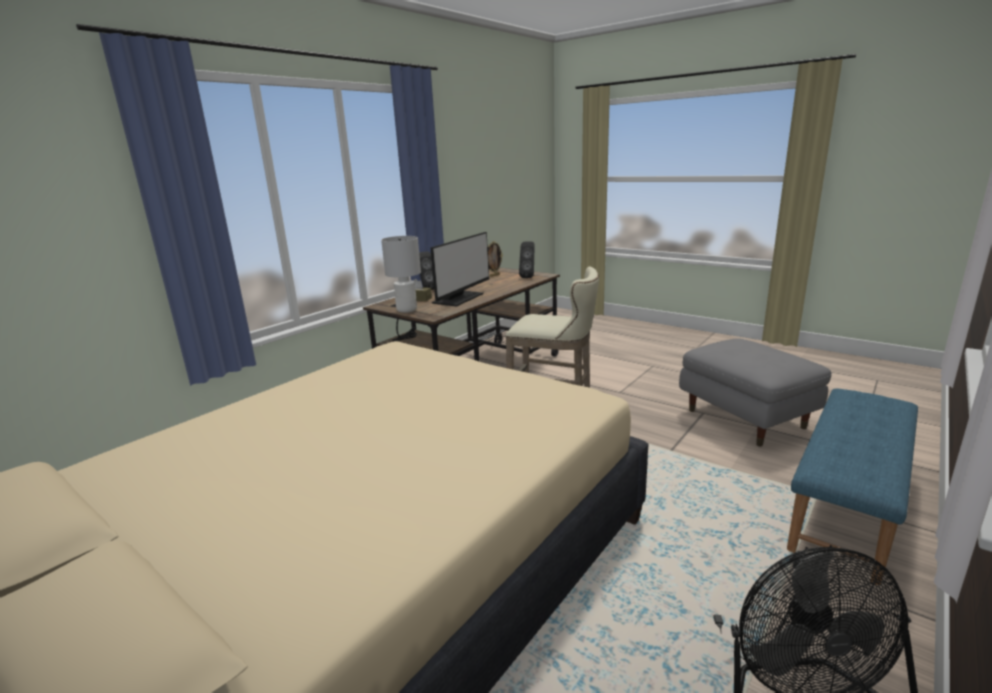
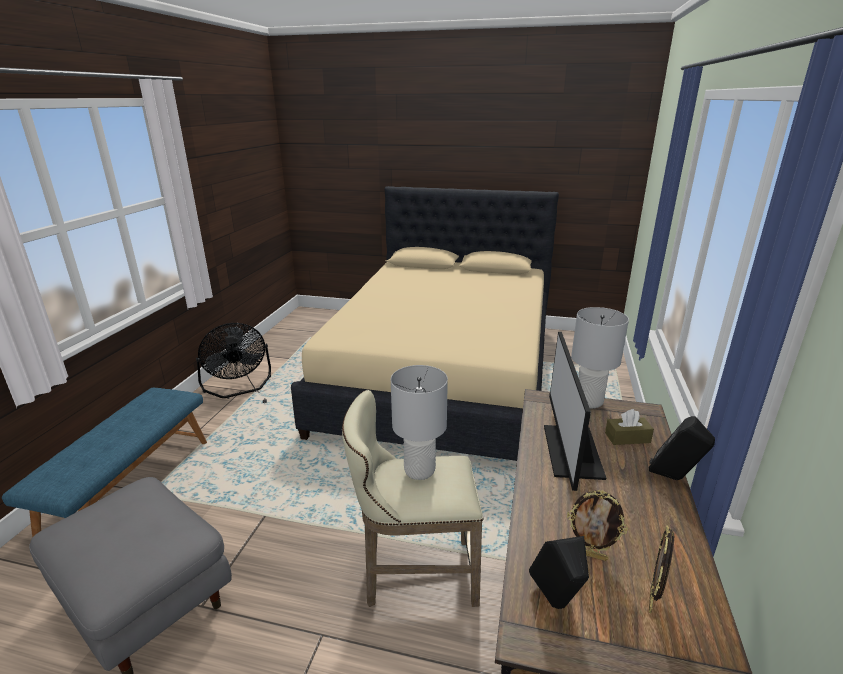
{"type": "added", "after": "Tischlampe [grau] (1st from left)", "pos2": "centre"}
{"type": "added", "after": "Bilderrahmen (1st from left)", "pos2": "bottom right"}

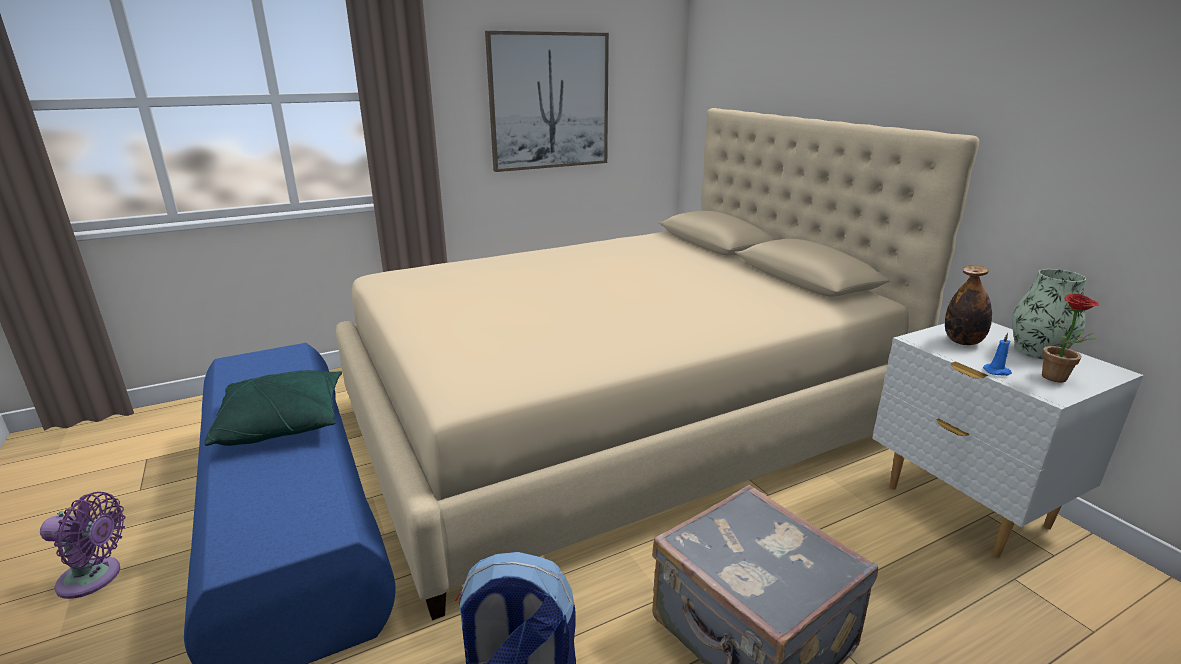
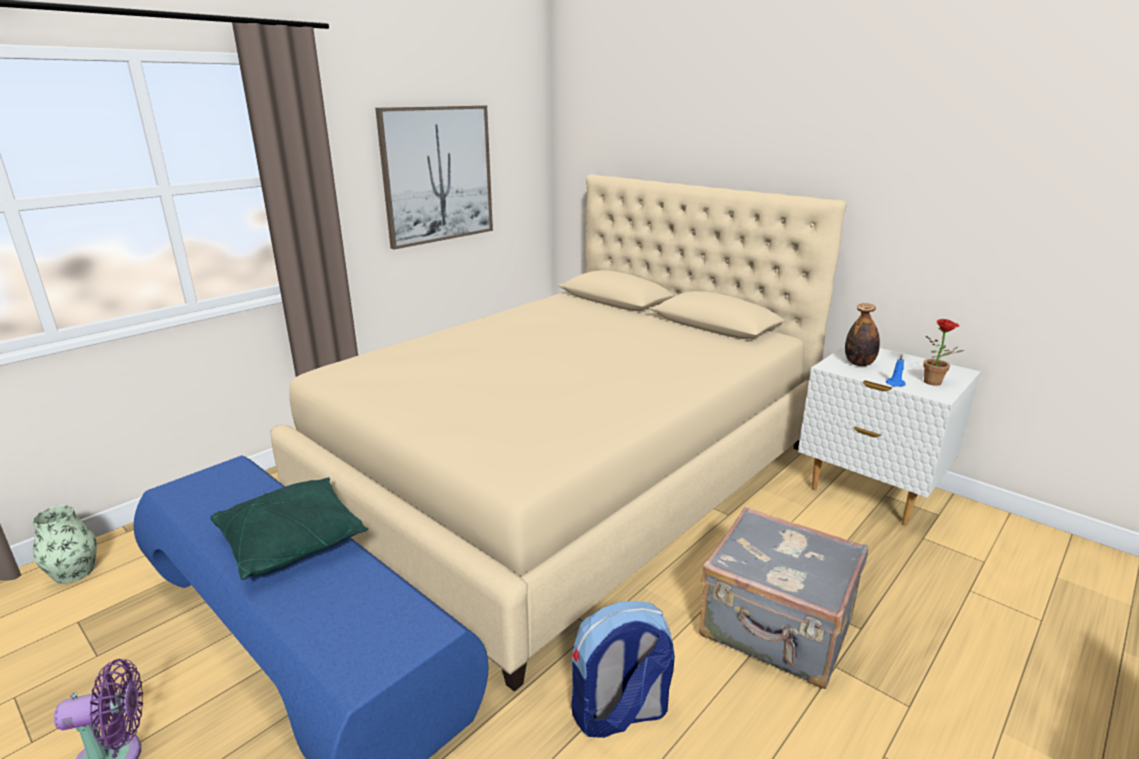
{"type": "moved", "before": "Vase", "pos1": "middle right", "pos2": "bottom left"}

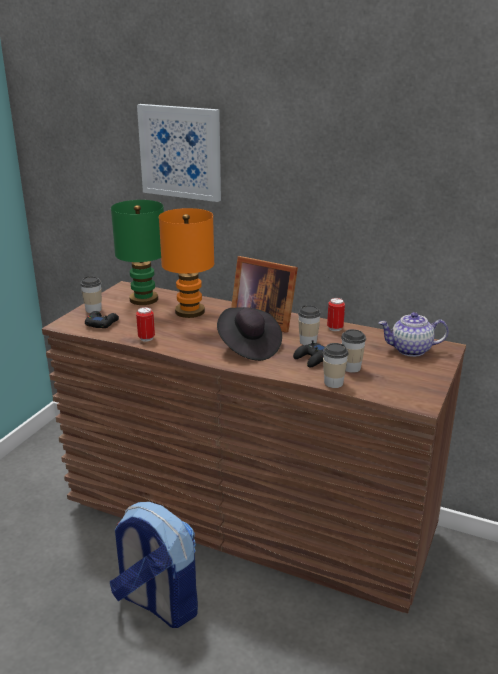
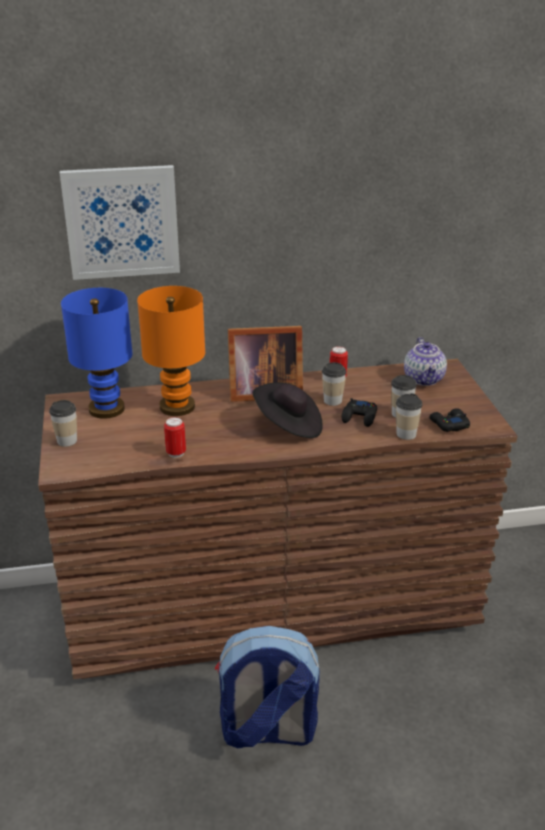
{"type": "recoloured", "before": "Tischlampe [grün]", "after": "Tischlampe [blau]", "pos1": "middle left", "pos2": "middle left"}
{"type": "turned", "before": "Teekanne", "pos1": "middle right", "pos2": "middle right", "turn": -60}
{"type": "moved", "before": "Gamepad [schwarz] (1st from left in the first image)", "after": "Gamepad [schwarz] (2nd from left)", "pos1": "middle left", "pos2": "middle right"}

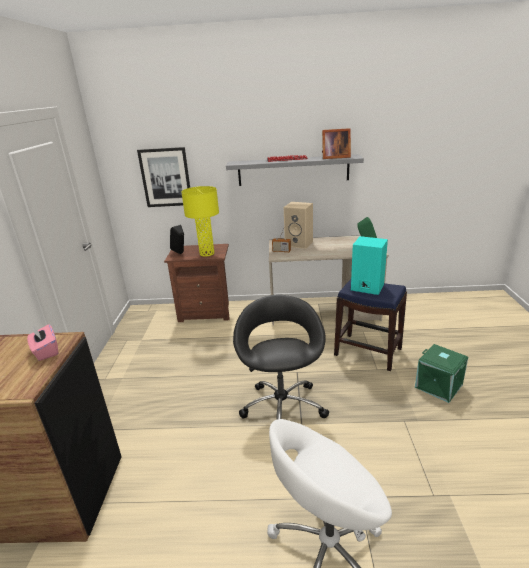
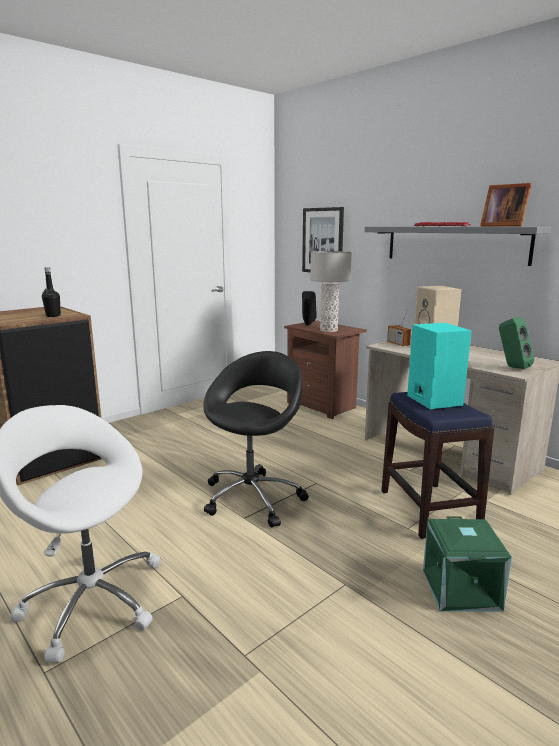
{"type": "replaced", "before": "Taschentuchbox [rosa]", "after": "Flasche [schwarz]", "pos1": "middle left", "pos2": "middle left"}
{"type": "recoloured", "before": "Tischlampe [gelb]", "after": "Tischlampe [weiß]", "pos1": "centre", "pos2": "centre"}

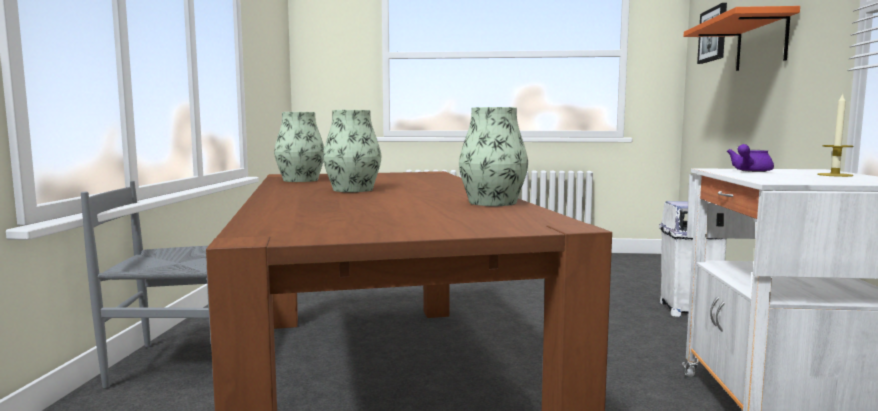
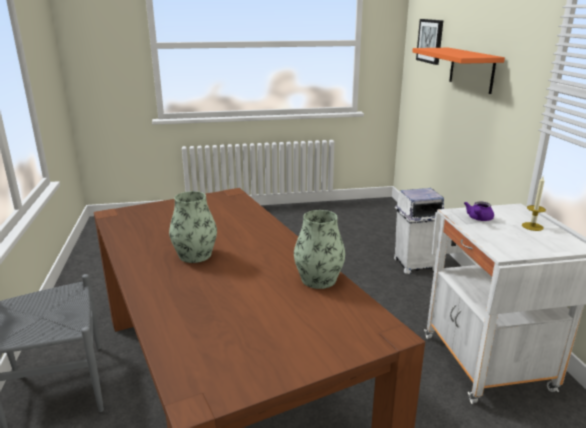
{"type": "removed", "before": "Vase (1st from left)", "pos1": "centre"}

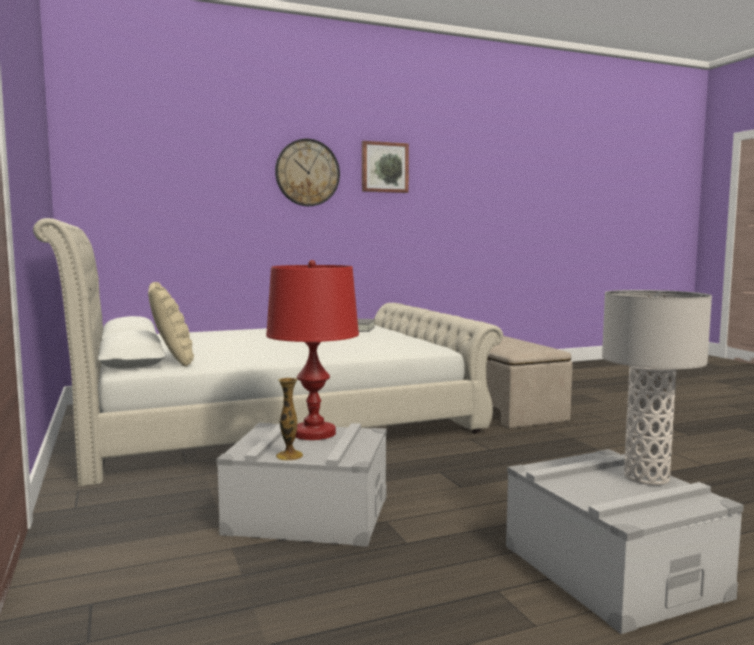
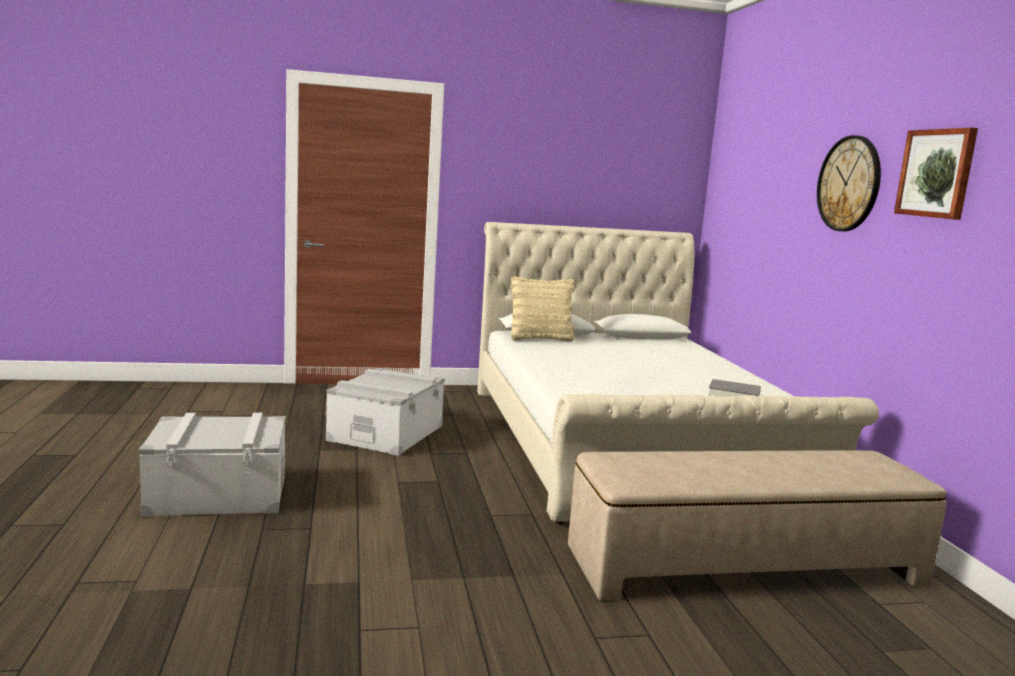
{"type": "removed", "before": "Tischlampe [rot]", "pos1": "centre"}
{"type": "removed", "before": "Vase", "pos1": "centre"}
{"type": "removed", "before": "Tischlampe [weiß]", "pos1": "middle right"}

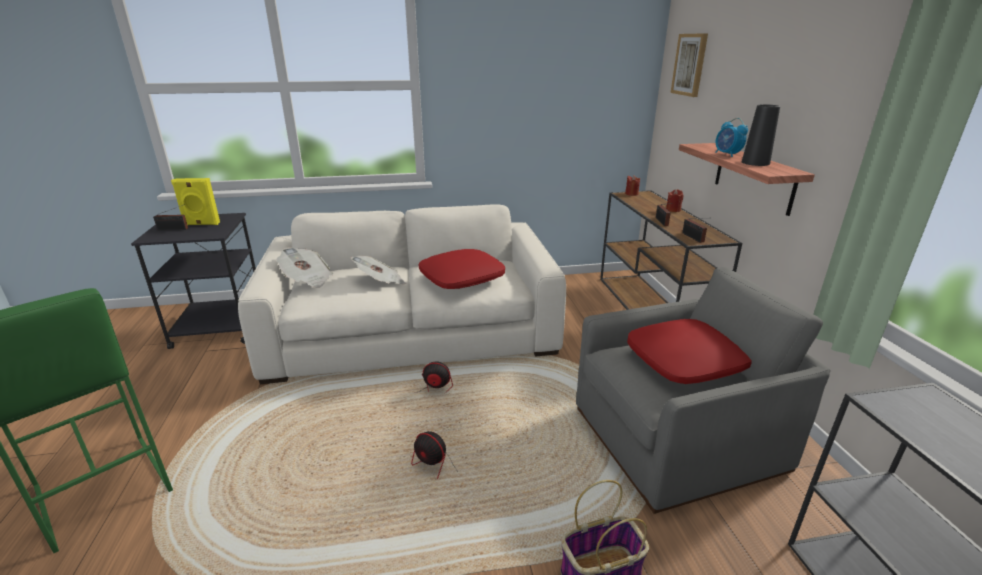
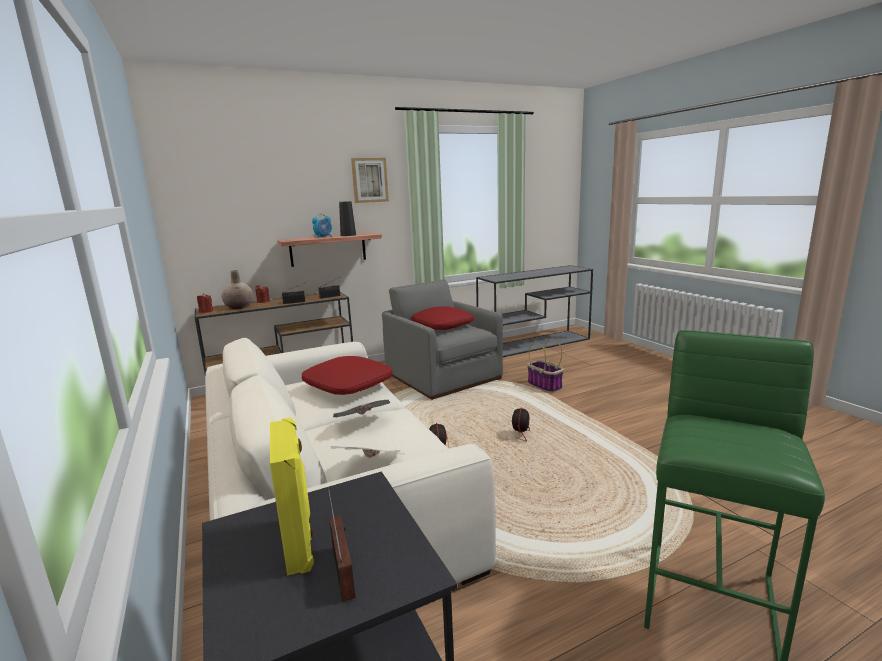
{"type": "added", "after": "Vase [beige]", "pos2": "middle left"}
{"type": "moved", "before": "Bild", "pos1": "top right", "pos2": "top centre"}

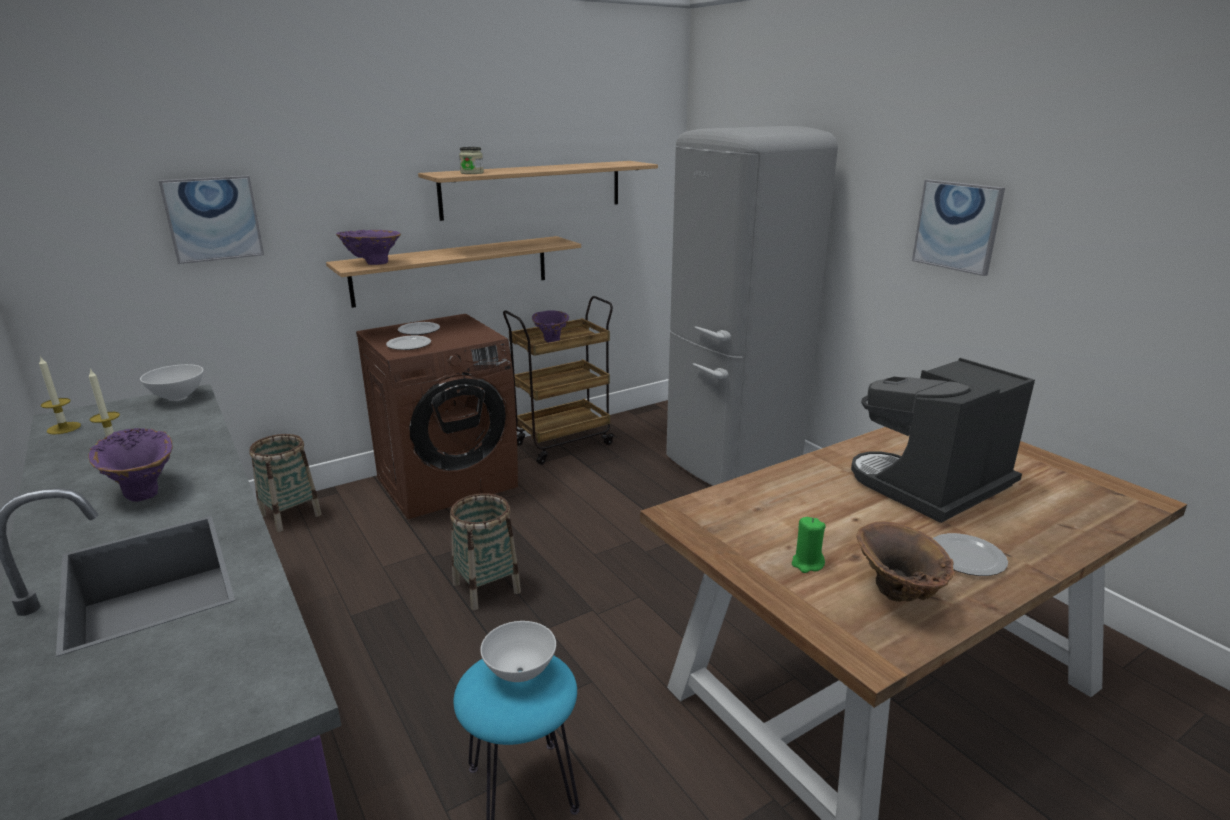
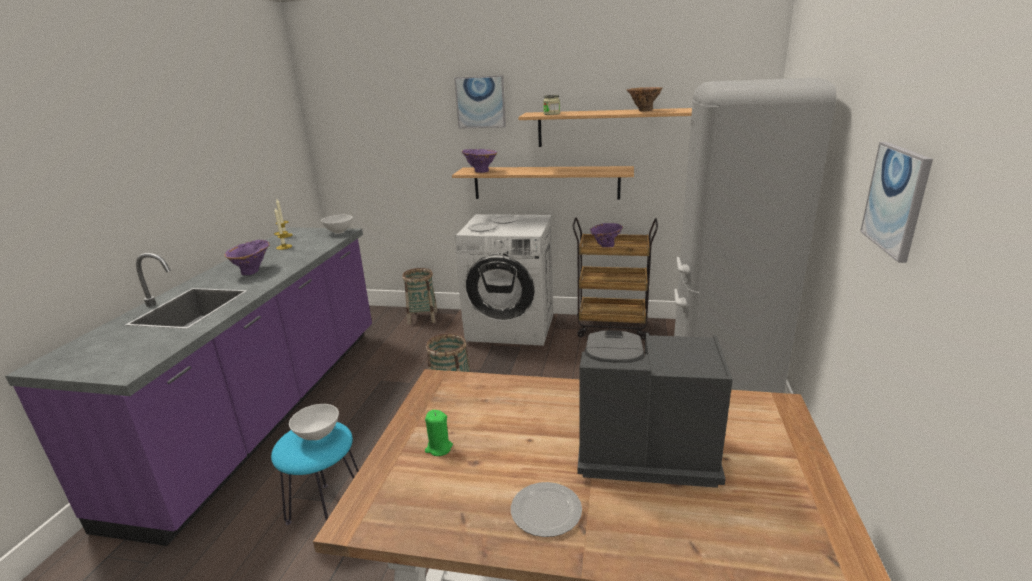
{"type": "moved", "before": "Bild (1st from left)", "pos1": "top left", "pos2": "top centre"}
{"type": "recoloured", "before": "Waschmaschine [braun]", "after": "Waschmaschine [weiß]", "pos1": "centre", "pos2": "centre"}
{"type": "moved", "before": "Vase [braun]", "pos1": "bottom right", "pos2": "top centre"}

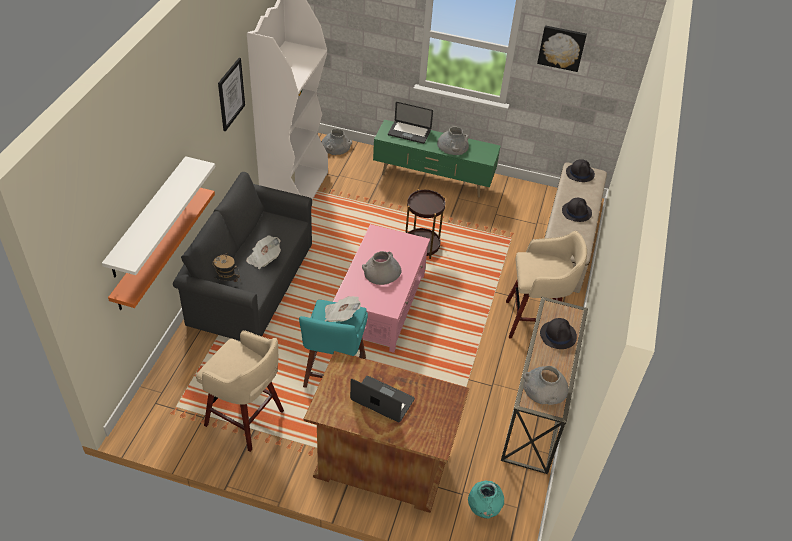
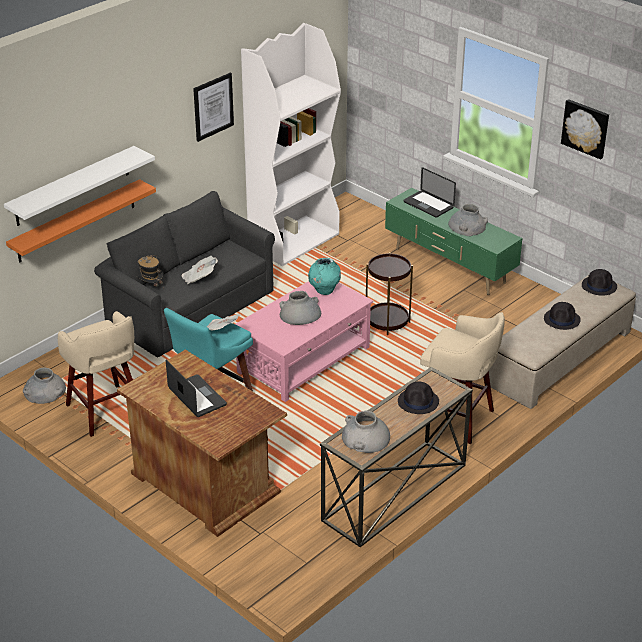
{"type": "moved", "before": "Vase [grau] (1st from left)", "pos1": "top centre", "pos2": "middle left"}
{"type": "moved", "before": "Vase [türkis]", "pos1": "bottom centre", "pos2": "centre"}

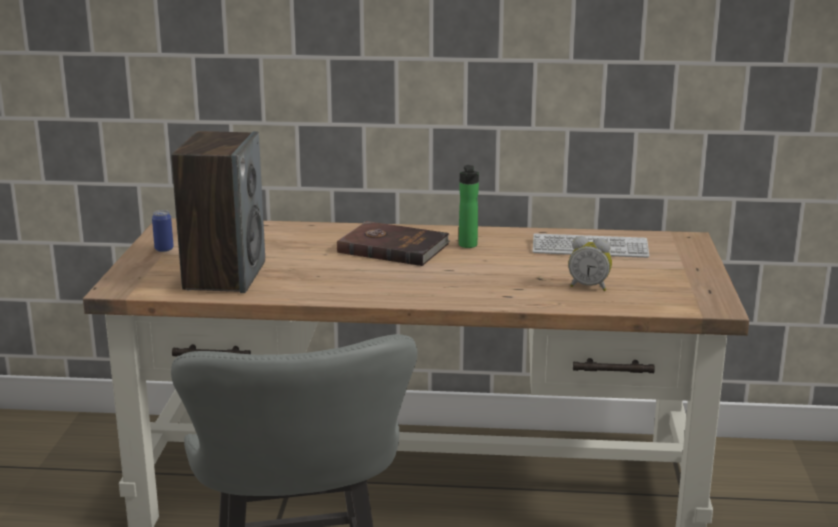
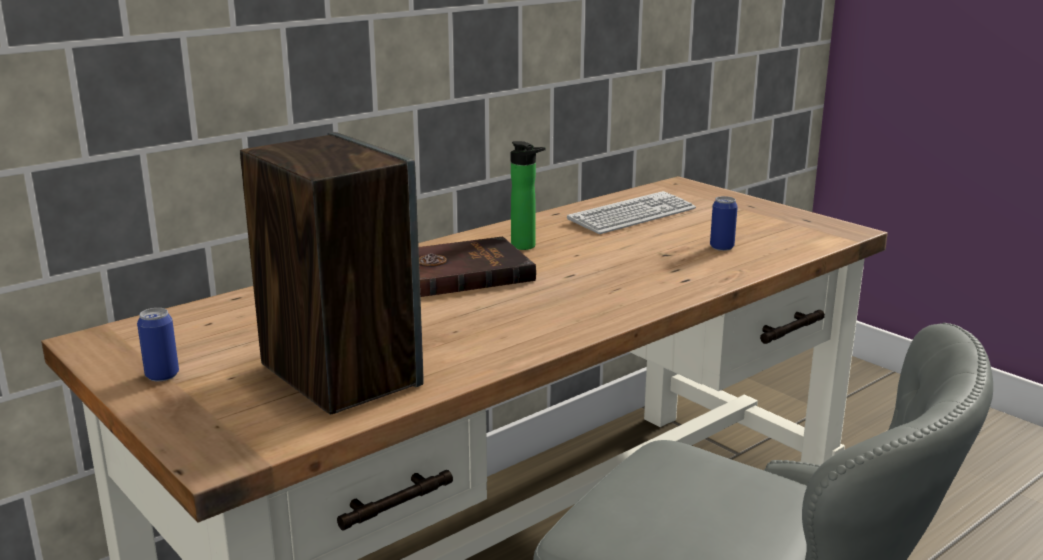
{"type": "replaced", "before": "Wecker", "after": "Dose (2nd from left)", "pos1": "middle right", "pos2": "middle right"}

